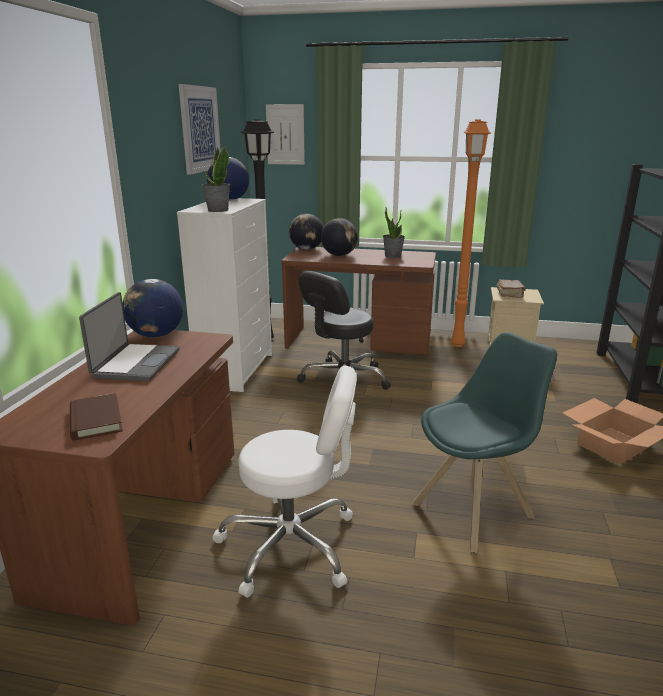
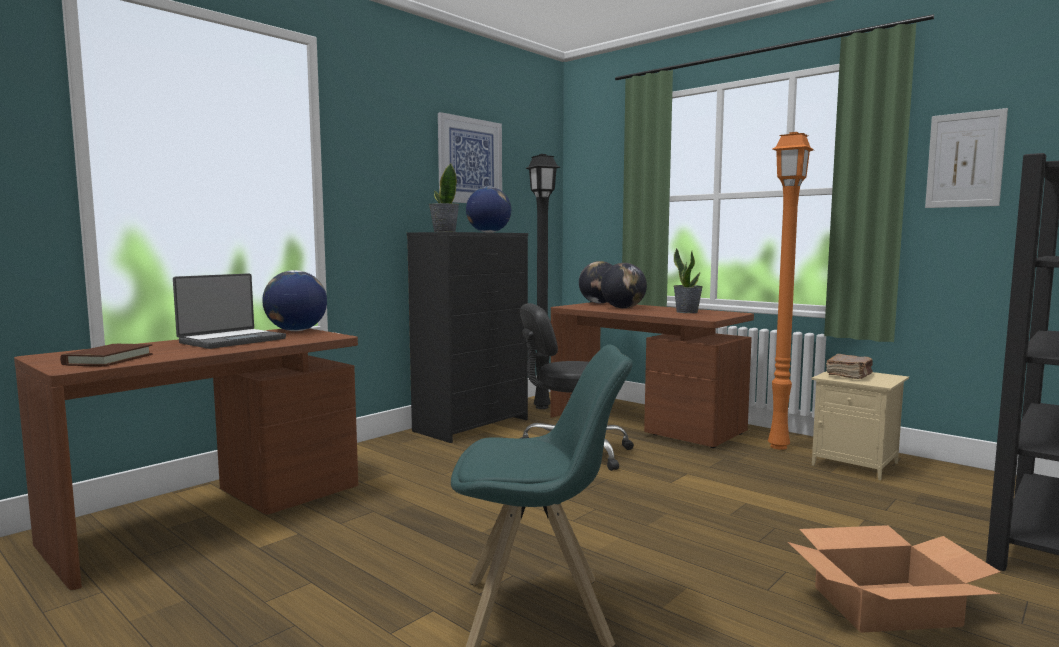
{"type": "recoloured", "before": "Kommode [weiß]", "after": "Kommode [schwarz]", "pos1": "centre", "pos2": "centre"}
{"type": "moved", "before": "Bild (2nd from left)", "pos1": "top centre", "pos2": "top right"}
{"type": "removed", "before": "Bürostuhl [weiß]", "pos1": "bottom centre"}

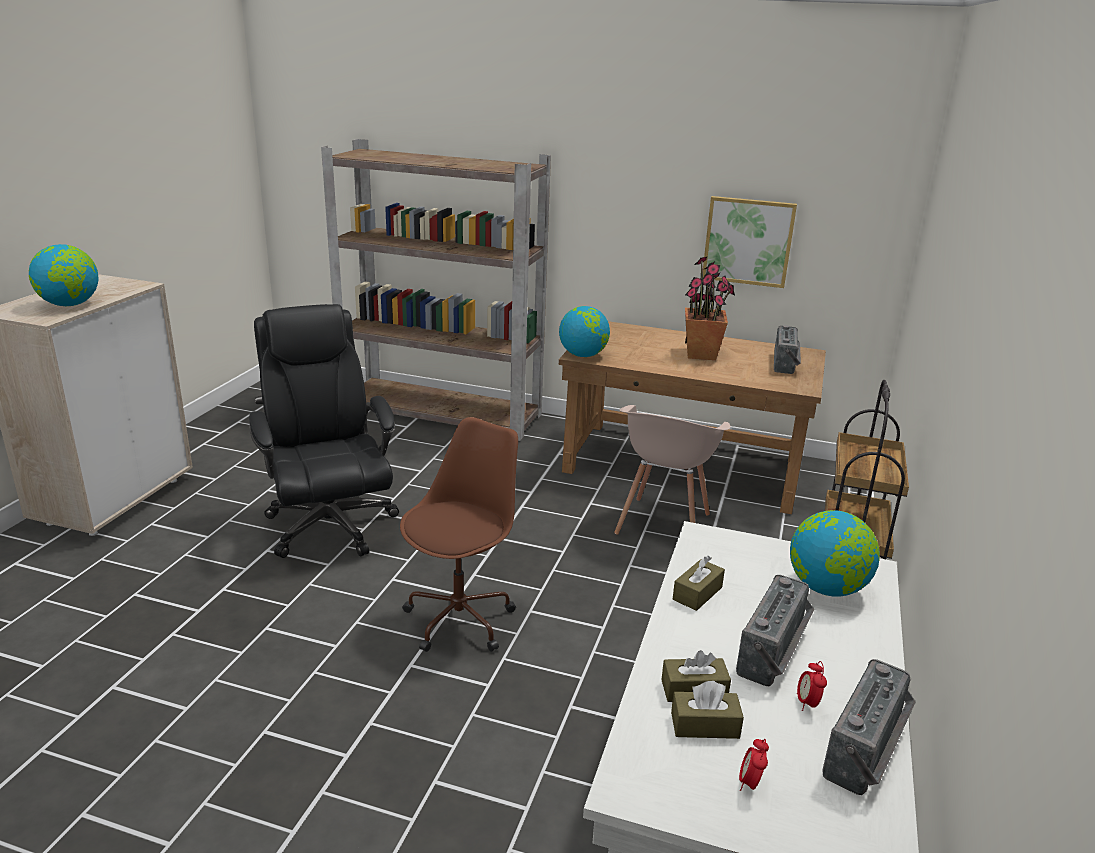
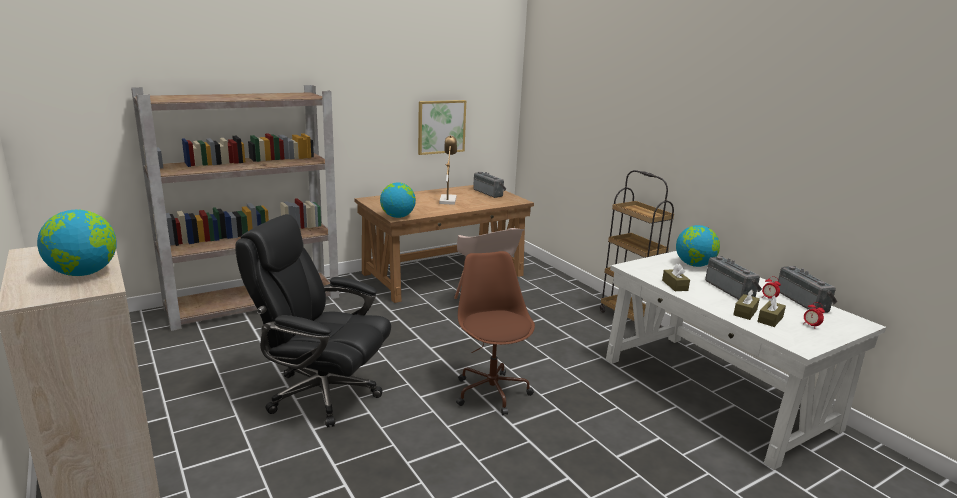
{"type": "replaced", "before": "Topfpflanze", "after": "Tischlampe", "pos1": "centre", "pos2": "centre"}

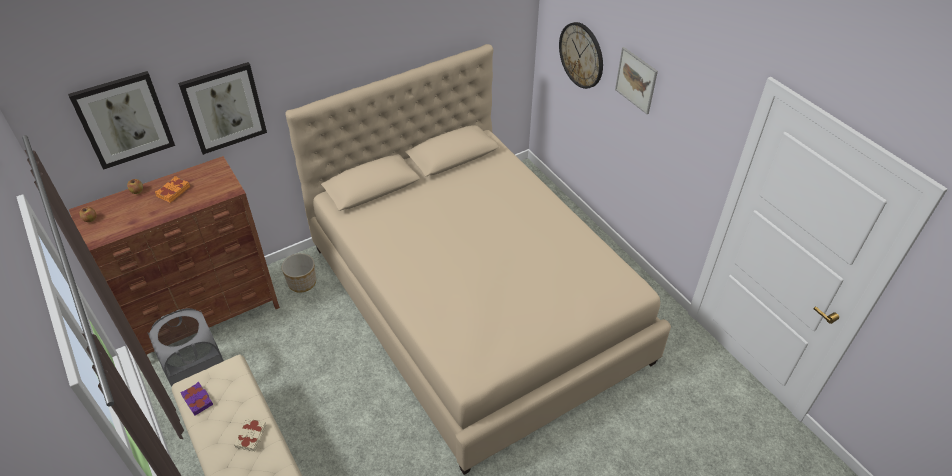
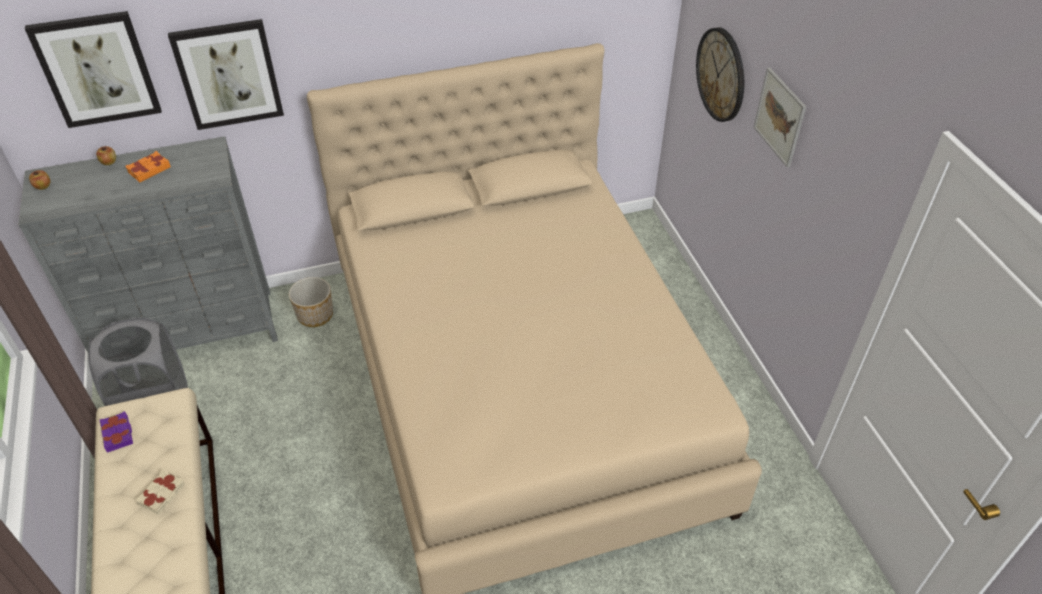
{"type": "recoloured", "before": "Kommode [braun]", "after": "Kommode [grau]", "pos1": "middle left", "pos2": "middle left"}

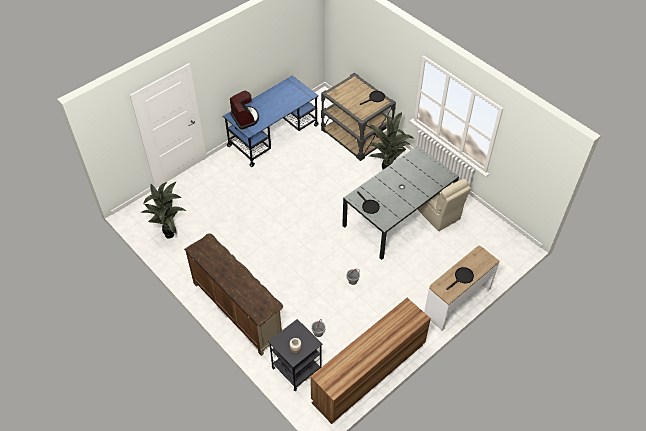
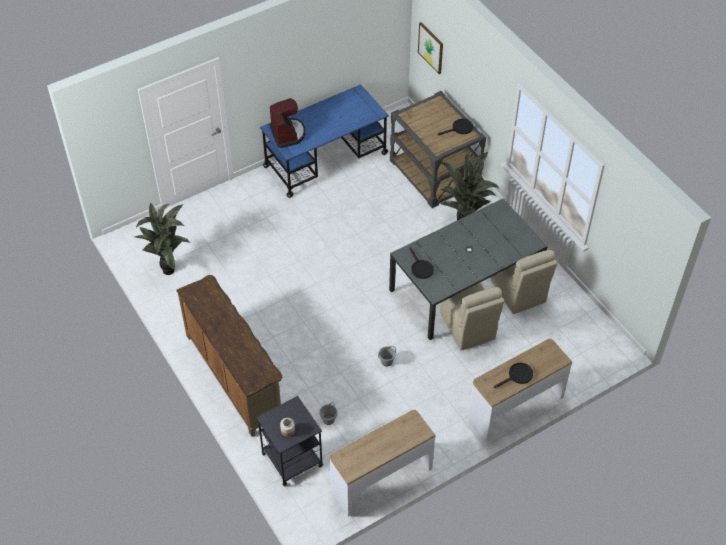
{"type": "replaced", "before": "Kommode [braun]", "after": "Konsolentisch (1st from left)", "pos1": "bottom centre", "pos2": "bottom centre"}
{"type": "added", "after": "Bild", "pos2": "top centre"}
{"type": "added", "after": "Stuhl [beige] (1st from left)", "pos2": "centre"}

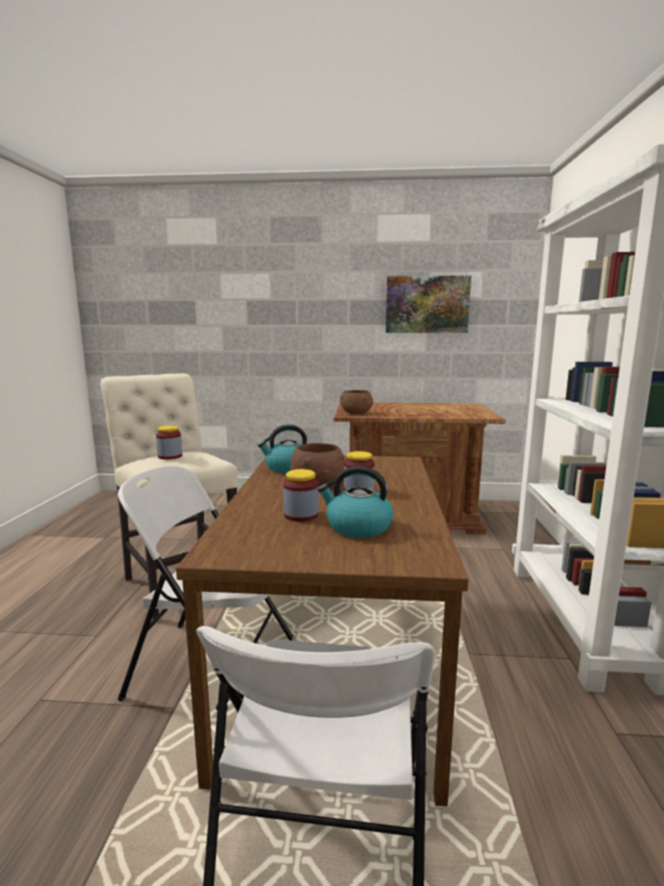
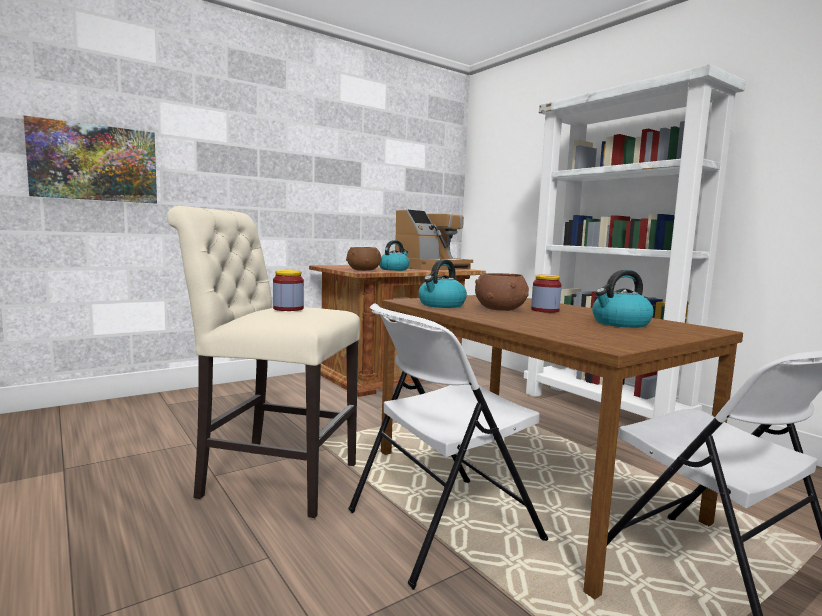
{"type": "moved", "before": "Bild", "pos1": "centre", "pos2": "top left"}
{"type": "added", "after": "Wasserkessel (1st from left)", "pos2": "centre"}
{"type": "added", "after": "Kaffeemaschine", "pos2": "centre"}
{"type": "removed", "before": "Vorratsglas (2nd from left)", "pos1": "centre"}

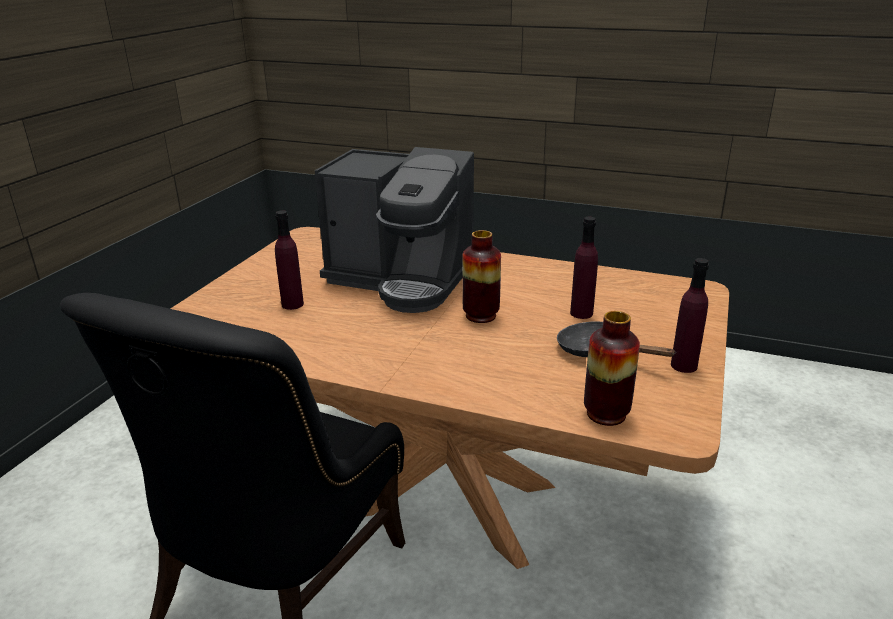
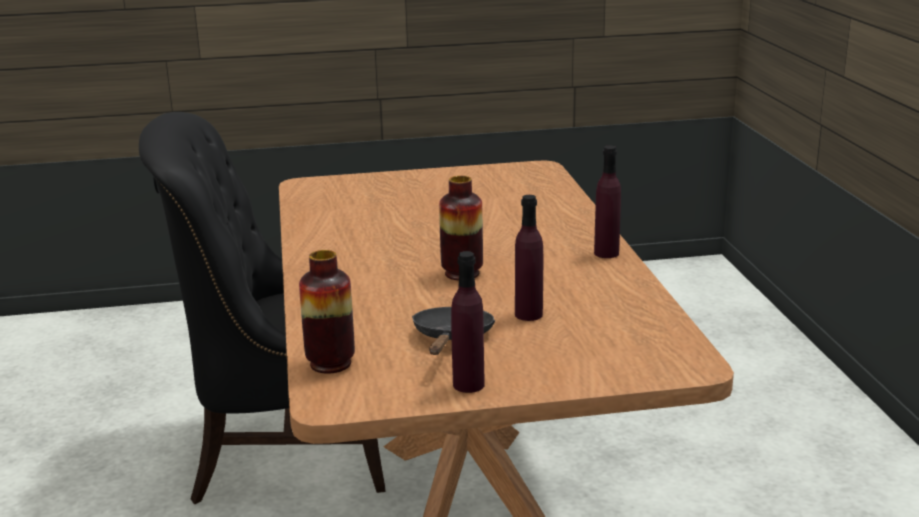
{"type": "moved", "before": "Flasche [lila] (1st from left in the first image)", "after": "Flasche [lila] (3rd from left)", "pos1": "middle left", "pos2": "centre"}
{"type": "removed", "before": "Kaffeemaschine", "pos1": "centre"}

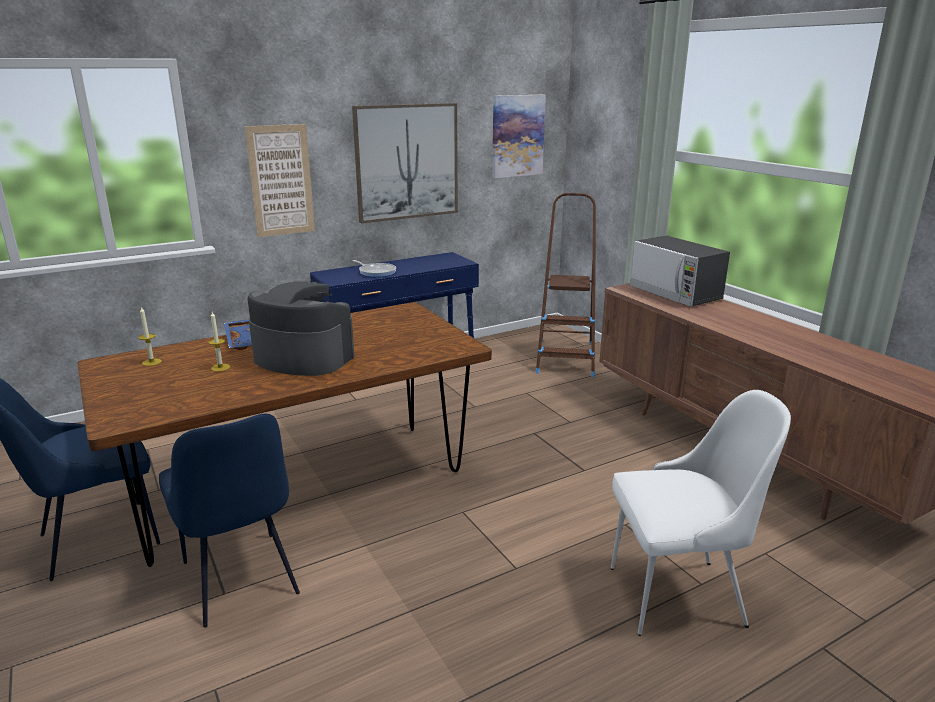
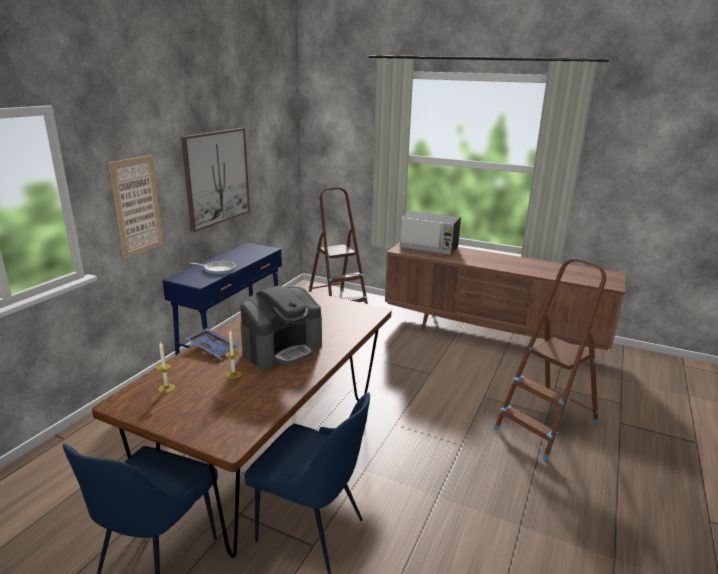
{"type": "turned", "before": "Kaffeemaschine", "pos1": "middle left", "pos2": "centre", "turn": 150}
{"type": "replaced", "before": "Stuhl [weiß]", "after": "Trittleiter [braun] (2nd from left)", "pos1": "bottom right", "pos2": "middle right"}
{"type": "removed", "before": "Bild (3rd from left)", "pos1": "top centre"}

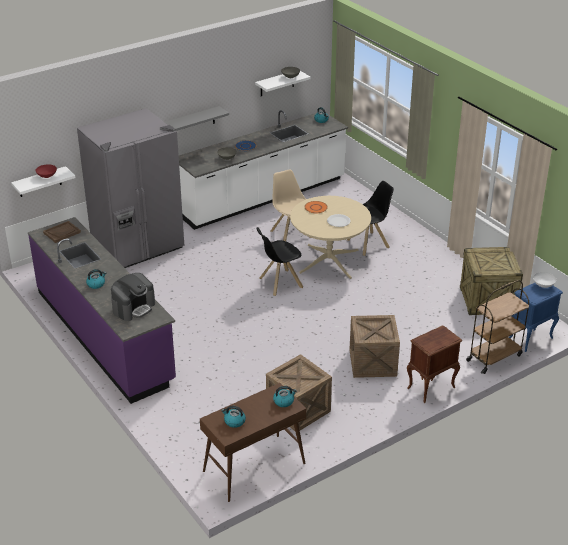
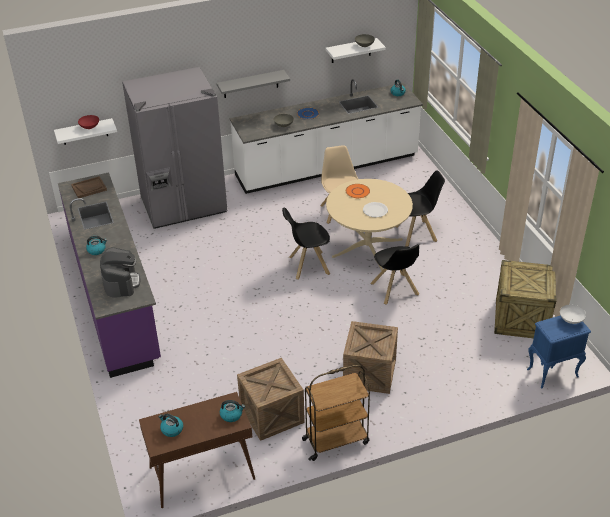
{"type": "turned", "before": "Kaffeemaschine", "pos1": "middle left", "pos2": "middle left", "turn": -60}
{"type": "moved", "before": "Rollwagen [braun]", "pos1": "middle right", "pos2": "bottom centre"}
{"type": "added", "after": "Stuhl [schwarz] (2nd from left)", "pos2": "centre"}
{"type": "removed", "before": "Nachttisch [braun]", "pos1": "bottom right"}

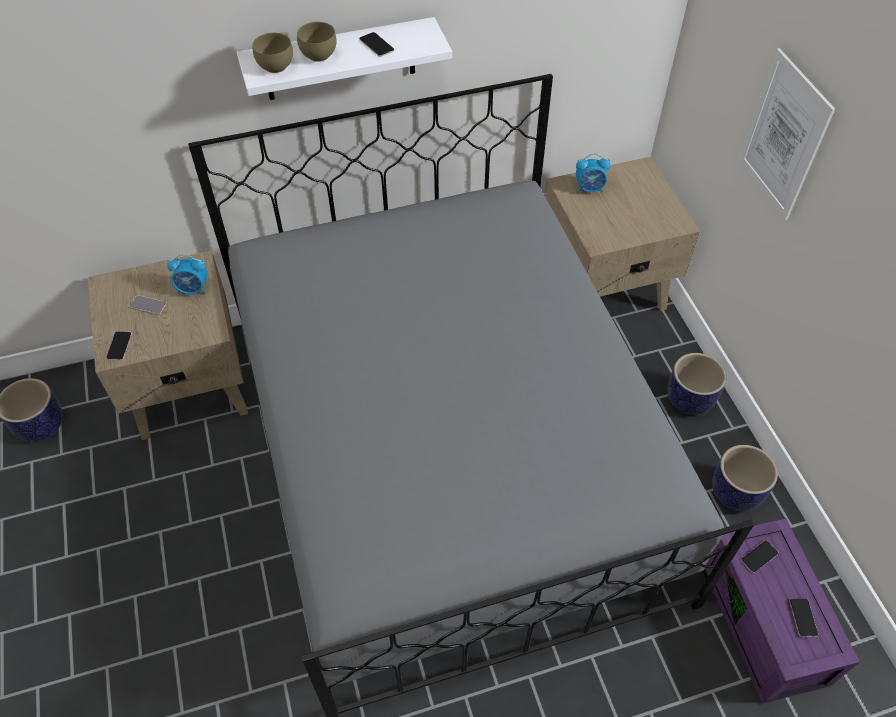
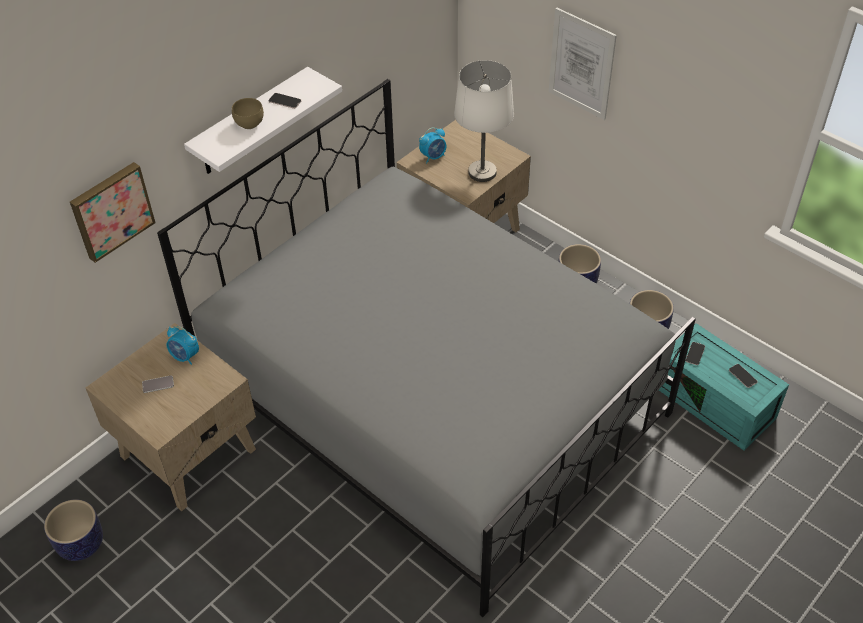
{"type": "added", "after": "Bild (1st from left)", "pos2": "middle left"}
{"type": "turned", "before": "Wecker (1st from left)", "pos1": "middle left", "pos2": "middle left", "turn": 60}
{"type": "added", "after": "Tischlampe [weiß]", "pos2": "top centre"}
{"type": "recoloured", "before": "Aufbewahrungsbox [lila]", "after": "Aufbewahrungsbox [türkis]", "pos1": "bottom right", "pos2": "middle right"}
{"type": "removed", "before": "Handy (1st from left)", "pos1": "middle left"}
{"type": "removed", "before": "Schüssel [braun] (1st from left)", "pos1": "top left"}

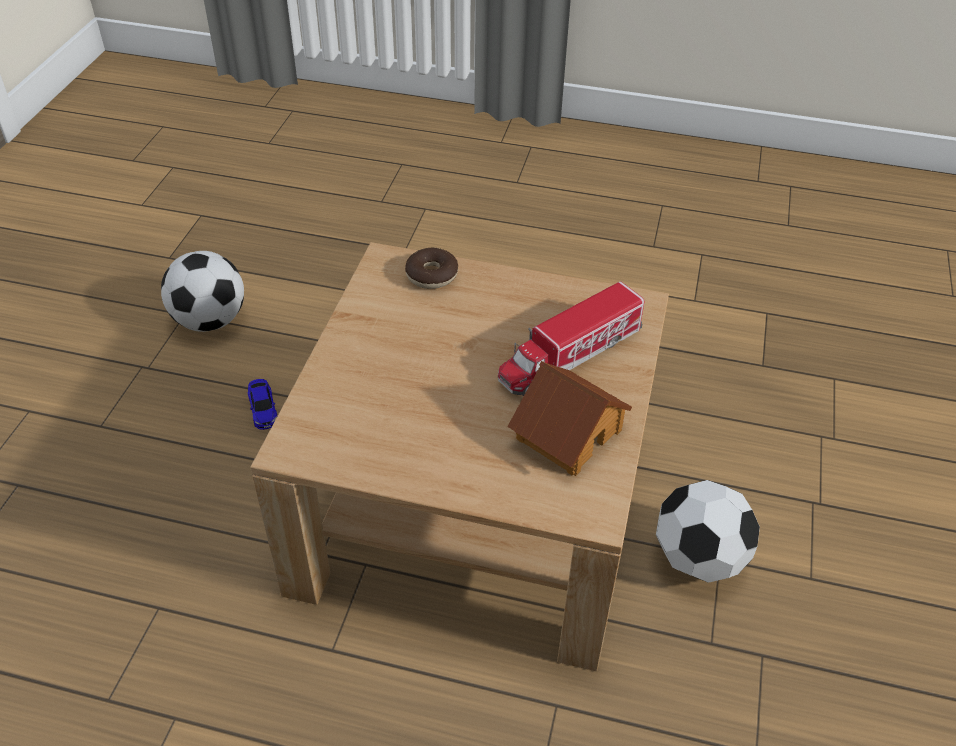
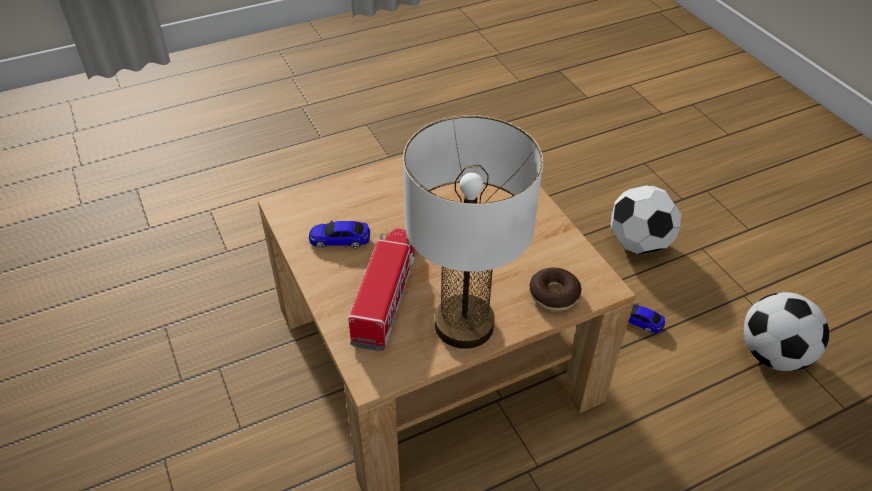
{"type": "replaced", "before": "Spielzeughaus", "after": "Spielzeugauto (1st from left)", "pos1": "centre", "pos2": "centre"}
{"type": "added", "after": "Tischlampe", "pos2": "centre"}
{"type": "moved", "before": "Fußball (2nd from left in the first image)", "after": "Fußball (1st from left)", "pos1": "bottom right", "pos2": "middle right"}

